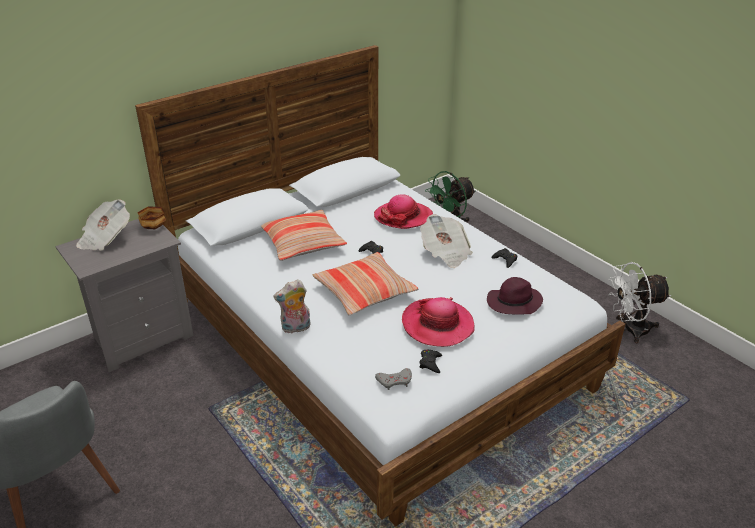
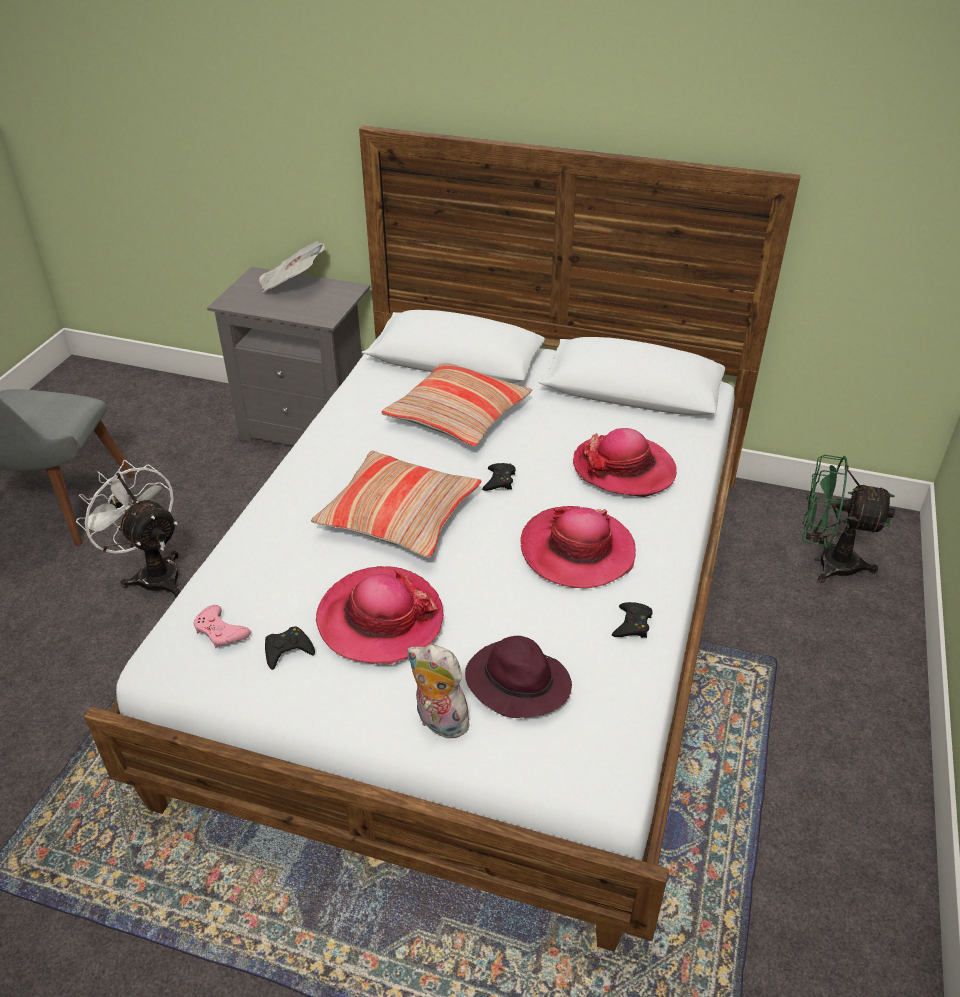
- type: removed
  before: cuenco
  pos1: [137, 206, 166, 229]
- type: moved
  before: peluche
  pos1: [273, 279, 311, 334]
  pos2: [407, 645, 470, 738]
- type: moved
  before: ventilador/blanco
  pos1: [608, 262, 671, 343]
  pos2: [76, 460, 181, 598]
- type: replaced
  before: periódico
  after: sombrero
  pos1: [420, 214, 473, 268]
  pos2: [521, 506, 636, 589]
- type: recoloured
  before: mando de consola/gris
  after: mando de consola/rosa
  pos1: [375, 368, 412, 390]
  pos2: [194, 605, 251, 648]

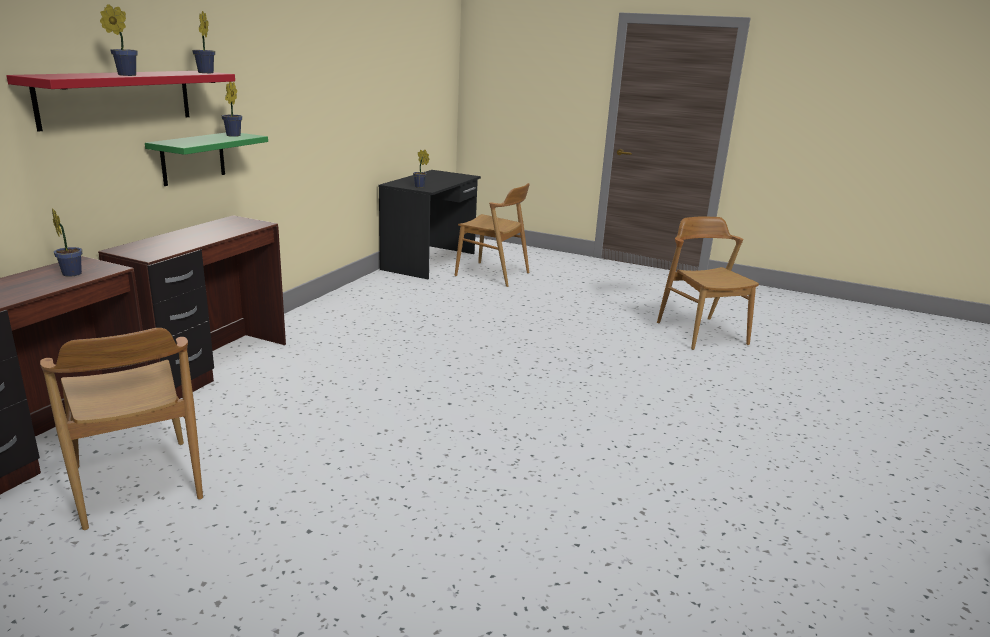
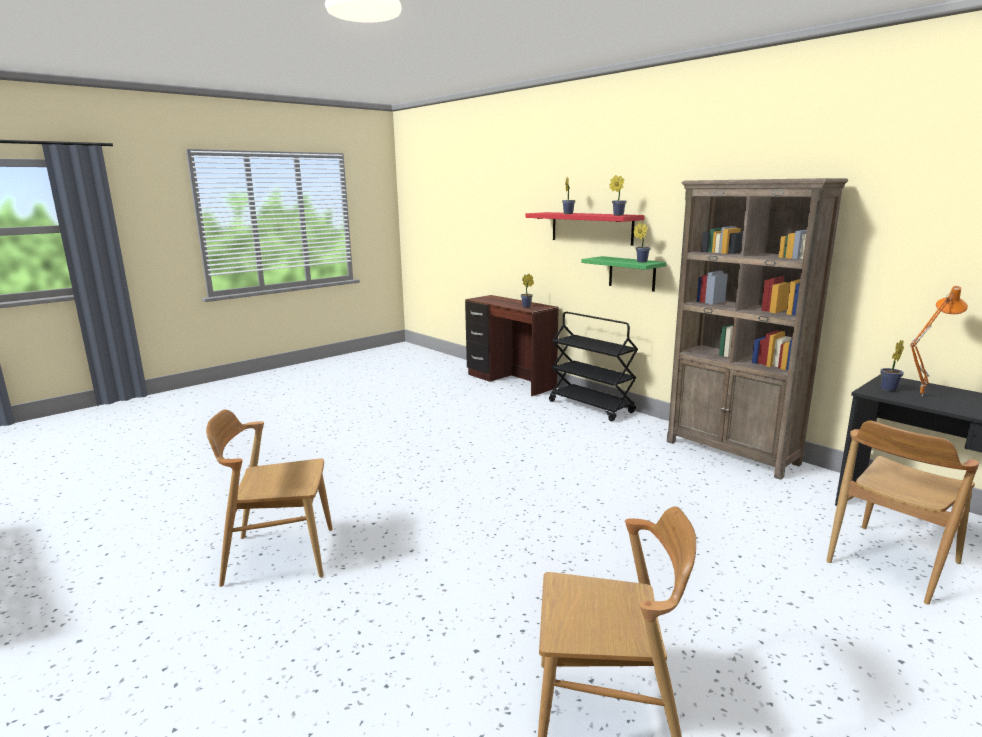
- type: added
  after: estantería/marrón
  pos2: [667, 178, 848, 480]
- type: added
  after: lámpara de mesa/naranja
  pos2: [910, 286, 968, 397]
- type: moved
  before: silla/marrón
  pos1: [40, 328, 203, 530]
  pos2: [206, 409, 333, 587]
- type: replaced
  before: escritorio/marrón
  after: carrito/negro
  pos1: [98, 215, 286, 399]
  pos2: [549, 312, 638, 421]

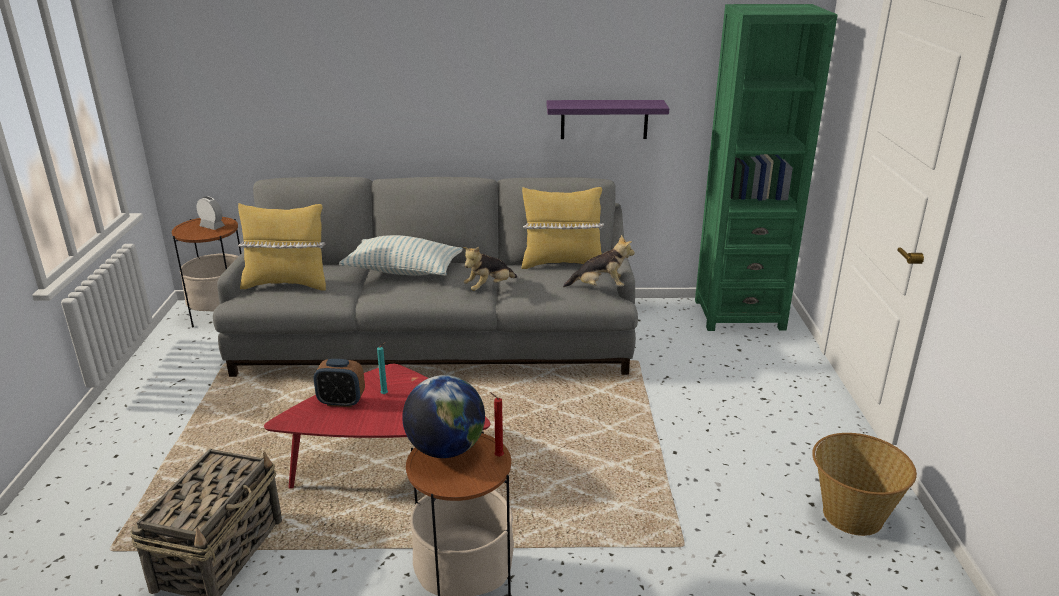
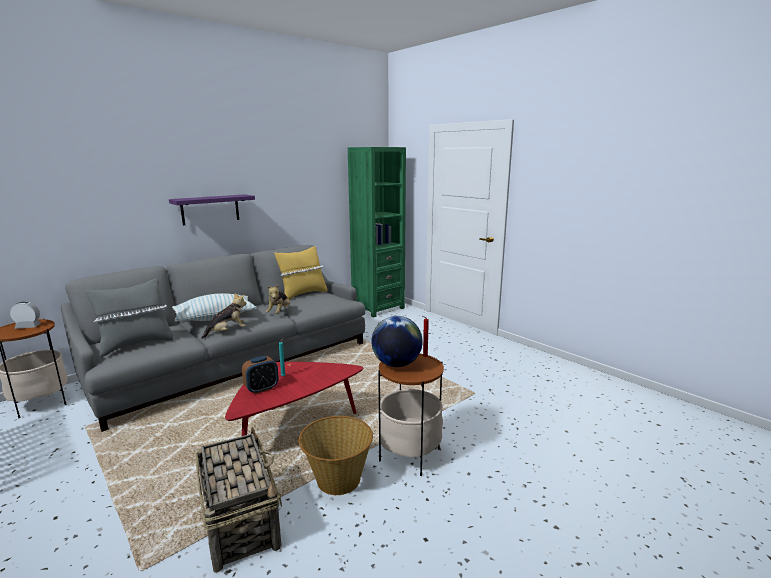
- type: moved
  before: estante/morado
  pos1: [547, 100, 669, 139]
  pos2: [169, 194, 255, 225]
- type: moved
  before: peluche
  pos1: [563, 235, 635, 287]
  pos2: [201, 293, 246, 339]
- type: moved
  before: cesta
  pos1: [812, 433, 917, 536]
  pos2: [298, 416, 373, 495]
- type: recoloured
  before: cojín/amarillo
  after: cojín/gris
  pos1: [238, 203, 326, 291]
  pos2: [86, 279, 174, 357]

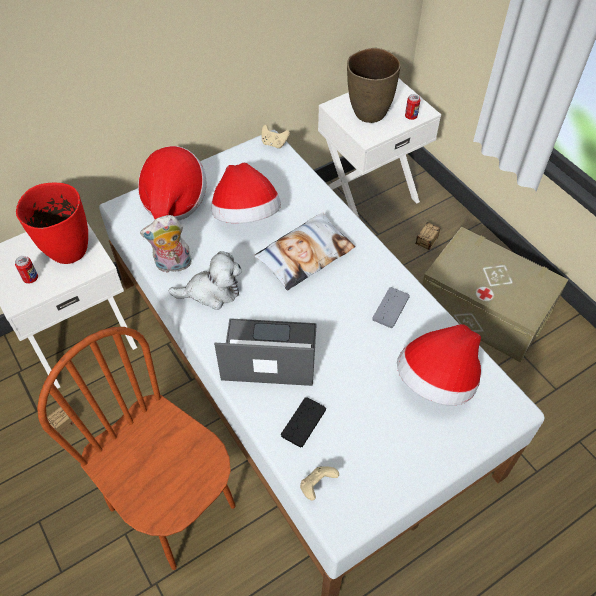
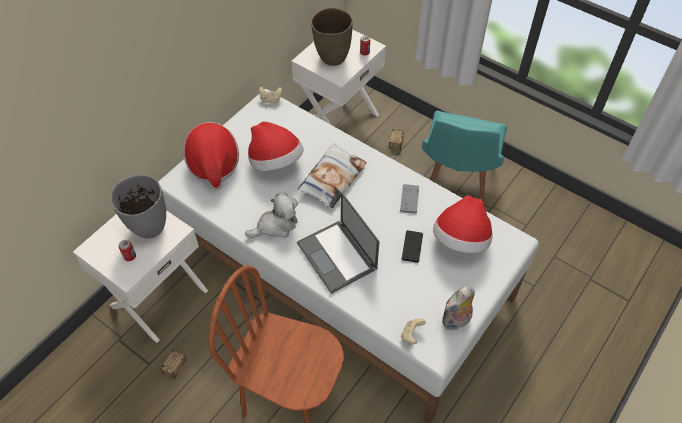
- type: moved
  before: peluche
  pos1: [140, 215, 192, 273]
  pos2: [442, 286, 475, 330]
- type: moved
  before: mando de consola/negro
  pos1: [281, 397, 326, 448]
  pos2: [402, 230, 423, 263]
- type: replaced
  before: caja de almacenaje/beis
  after: silla/turquesa
  pos1: [422, 227, 568, 362]
  pos2: [422, 111, 507, 202]
- type: recoloured
  before: florero/rojo
  after: florero/gris
  pos1: [16, 182, 88, 264]
  pos2: [110, 175, 166, 238]
- type: turned
  before: portátil
  pos1: [214, 318, 317, 386]
  pos2: [297, 192, 380, 294]
  turn: -105

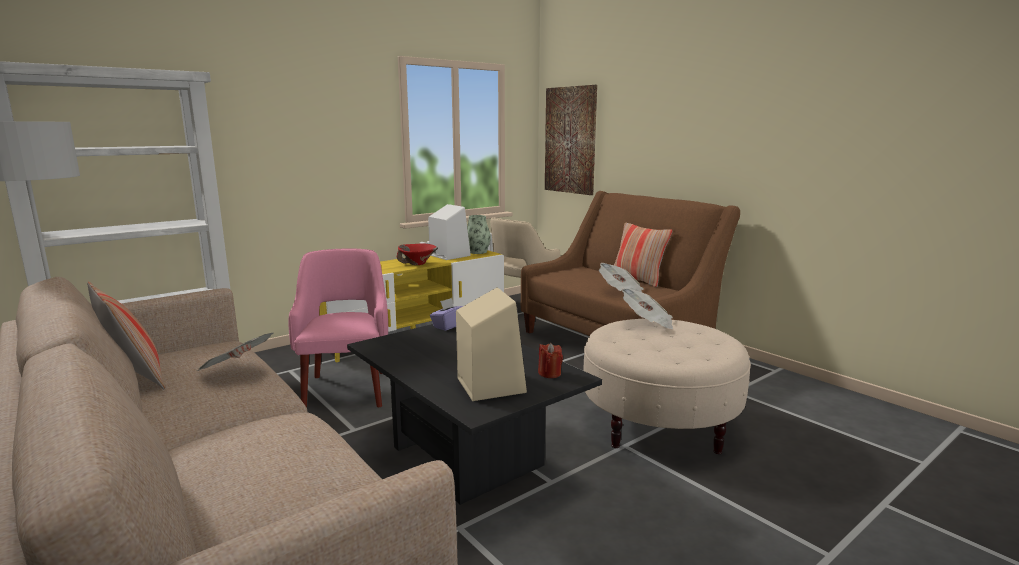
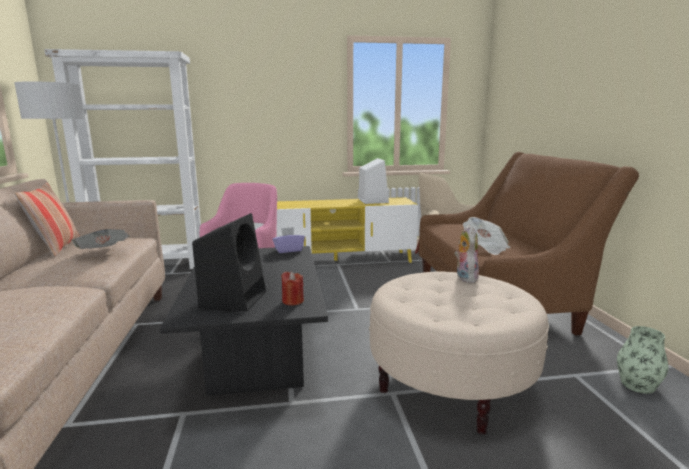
- type: removed
  before: cuenco/rojo
  pos1: [397, 243, 438, 265]
- type: removed
  before: cuadro
  pos1: [545, 85, 597, 195]
- type: removed
  before: cojín
  pos1: [614, 222, 672, 287]
- type: moved
  before: florero
  pos1: [467, 215, 491, 254]
  pos2: [617, 326, 669, 394]
- type: replaced
  before: periódico
  after: peluche
  pos1: [622, 288, 673, 330]
  pos2: [454, 224, 479, 283]
- type: recoloured
  before: altavoz/beis
  after: altavoz/negro
  pos1: [456, 287, 527, 401]
  pos2: [192, 213, 266, 312]

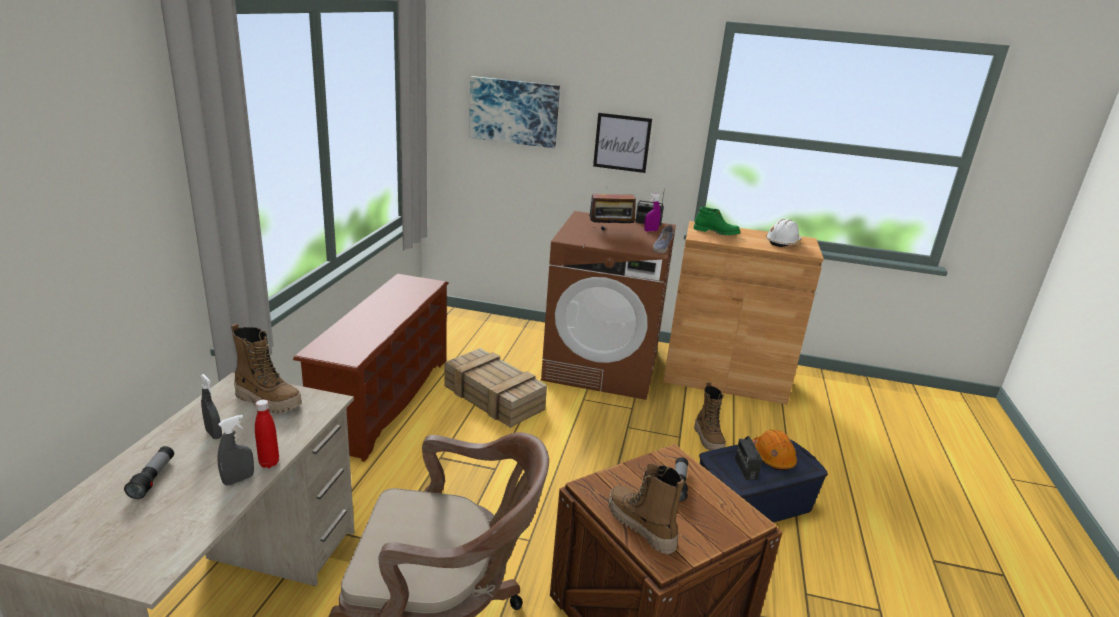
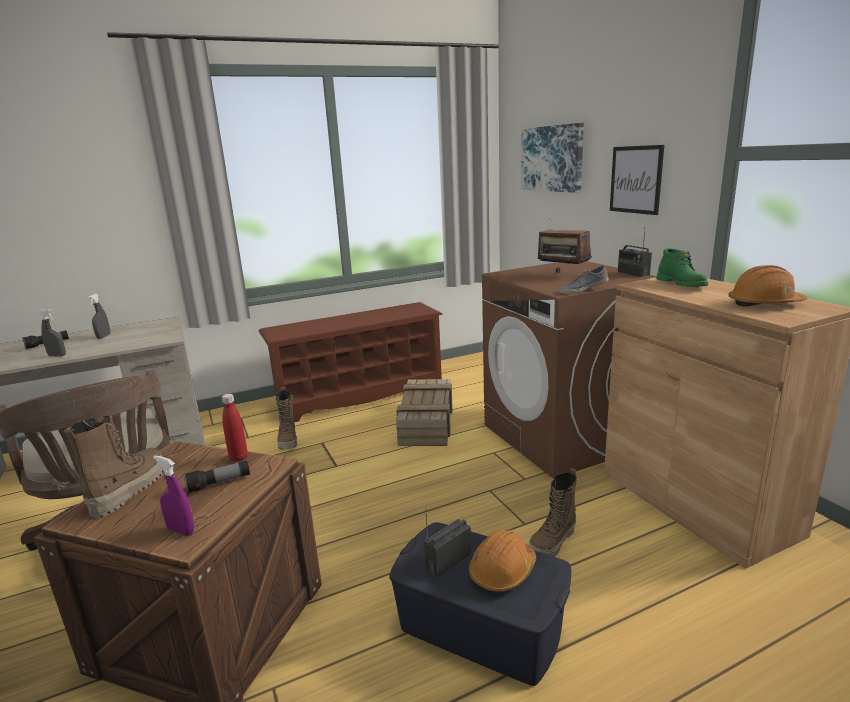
- type: moved
  before: bota
  pos1: [231, 323, 302, 413]
  pos2: [275, 387, 297, 450]
- type: moved
  before: botella/rojo
  pos1: [255, 400, 279, 468]
  pos2: [222, 394, 248, 462]
- type: moved
  before: pulverizador/morado
  pos1: [644, 193, 661, 232]
  pos2: [153, 455, 194, 536]
- type: recoloured
  before: casco/blanco
  after: casco/naranja
  pos1: [766, 219, 802, 247]
  pos2: [728, 265, 807, 307]

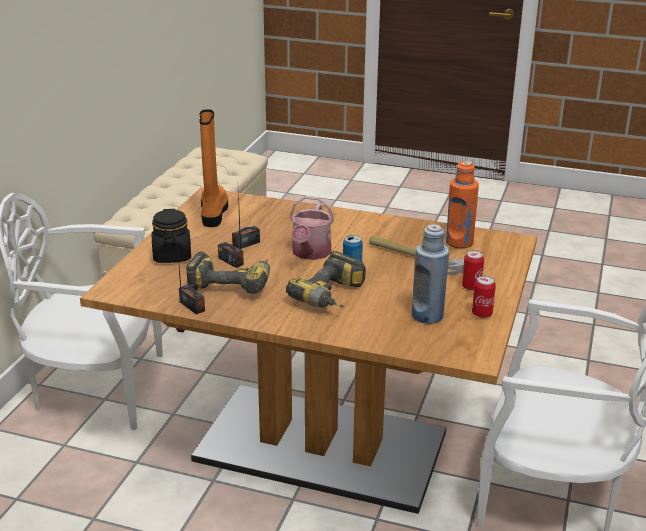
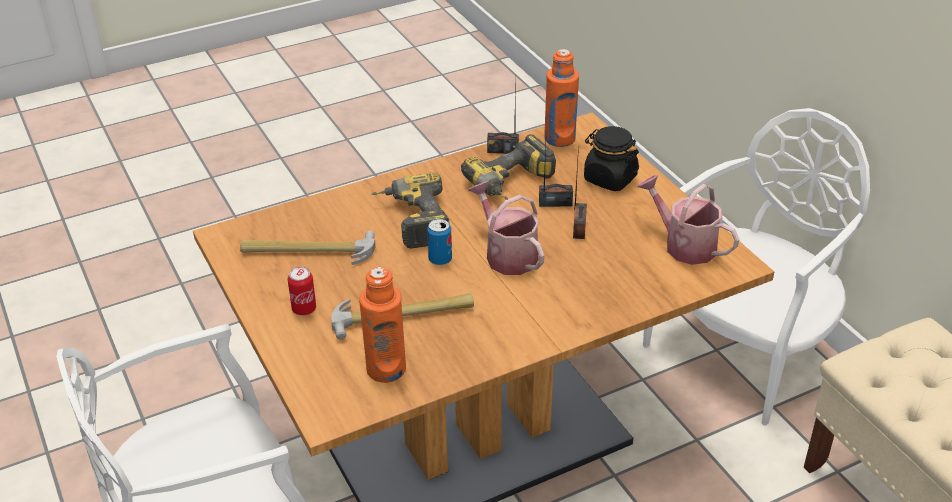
- type: removed
  before: lata
  pos1: [472, 276, 496, 318]
- type: added
  after: botella/naranja
  pos2: [544, 49, 579, 147]
- type: replaced
  before: bota/naranja
  after: regadera
  pos1: [200, 109, 228, 227]
  pos2: [637, 175, 740, 265]
- type: replaced
  before: botella/azul
  after: martillo
  pos1: [412, 224, 449, 324]
  pos2: [240, 231, 376, 265]

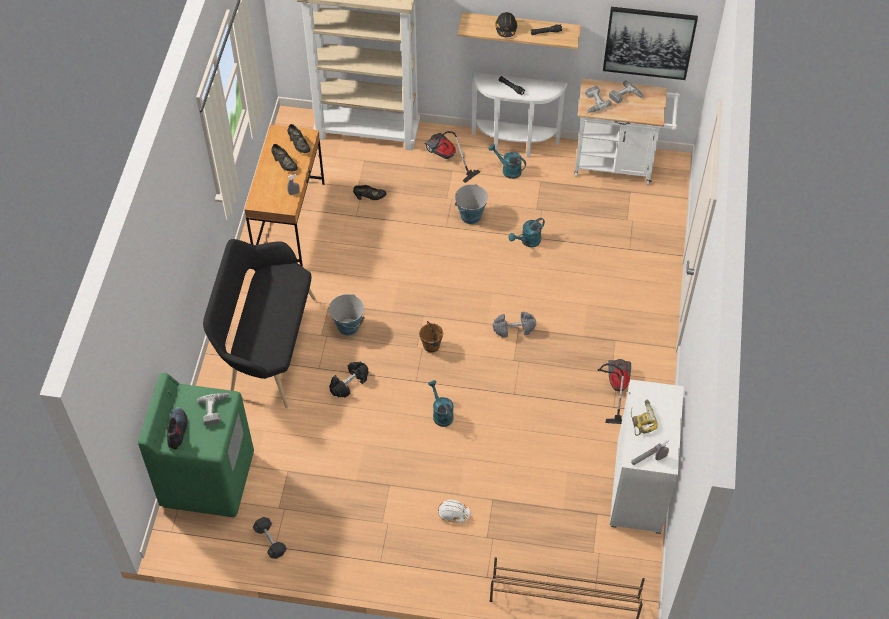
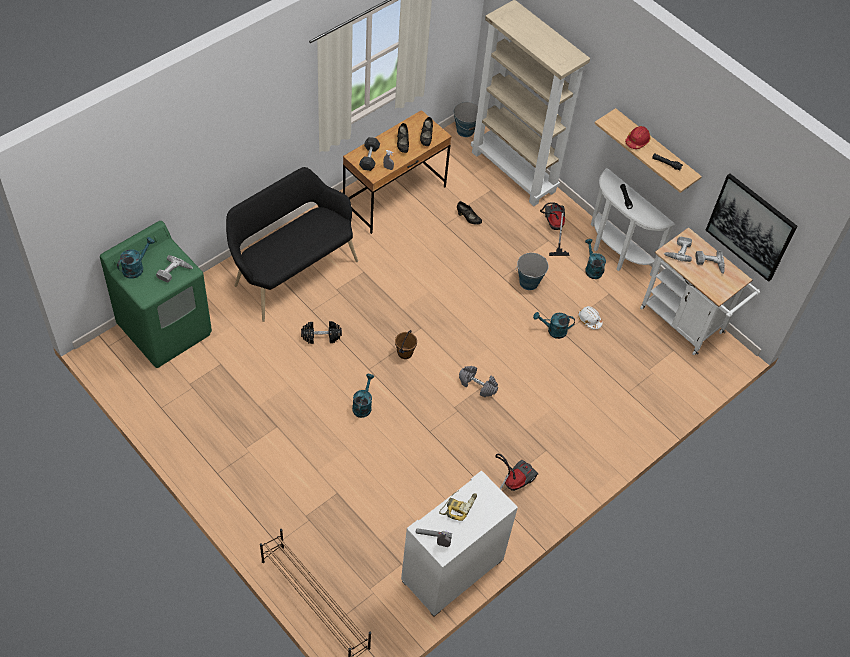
- type: moved
  before: mancuerna/gris
  pos1: [253, 517, 287, 559]
  pos2: [359, 137, 380, 171]
- type: moved
  before: cubo
  pos1: [329, 294, 365, 335]
  pos2: [454, 102, 478, 137]
- type: moved
  before: casco/blanco
  pos1: [438, 500, 470, 523]
  pos2: [578, 306, 603, 329]
- type: replaced
  before: bota
  after: regadera/turquesa
  pos1: [167, 407, 188, 450]
  pos2: [117, 237, 155, 279]
- type: recoloured
  before: casco/negro
  after: casco/rojo
  pos1: [495, 12, 517, 37]
  pos2: [625, 126, 651, 149]

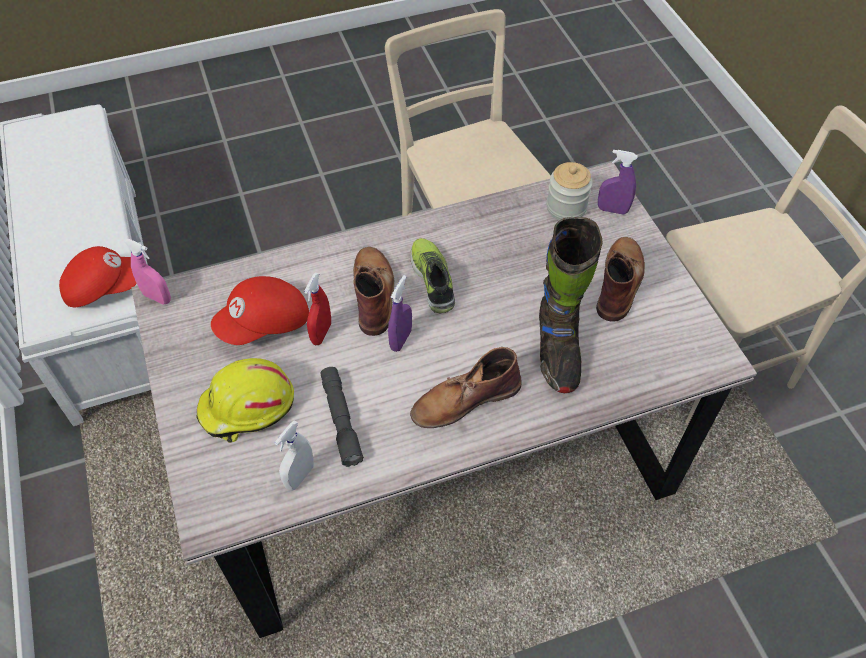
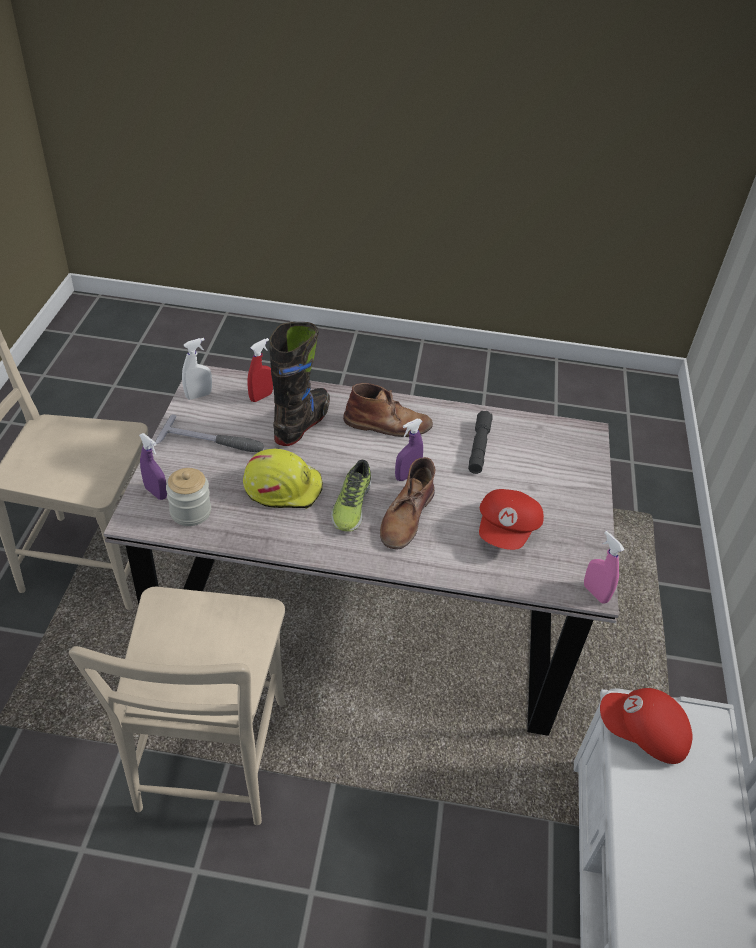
- type: moved
  before: casco/amarillo
  pos1: [196, 358, 294, 443]
  pos2: [243, 449, 323, 509]
- type: moved
  before: pulverizador/blanco
  pos1: [274, 421, 314, 491]
  pos2: [182, 338, 212, 400]
- type: moved
  before: pulverizador/rojo
  pos1: [304, 273, 331, 345]
  pos2: [247, 338, 273, 402]
- type: replaced
  before: bota/marrón
  after: martillo
  pos1: [596, 237, 645, 322]
  pos2: [155, 414, 264, 452]
- type: turned
  before: gorra/rojo
  pos1: [211, 276, 309, 345]
  pos2: [479, 489, 544, 550]
  turn: 120

